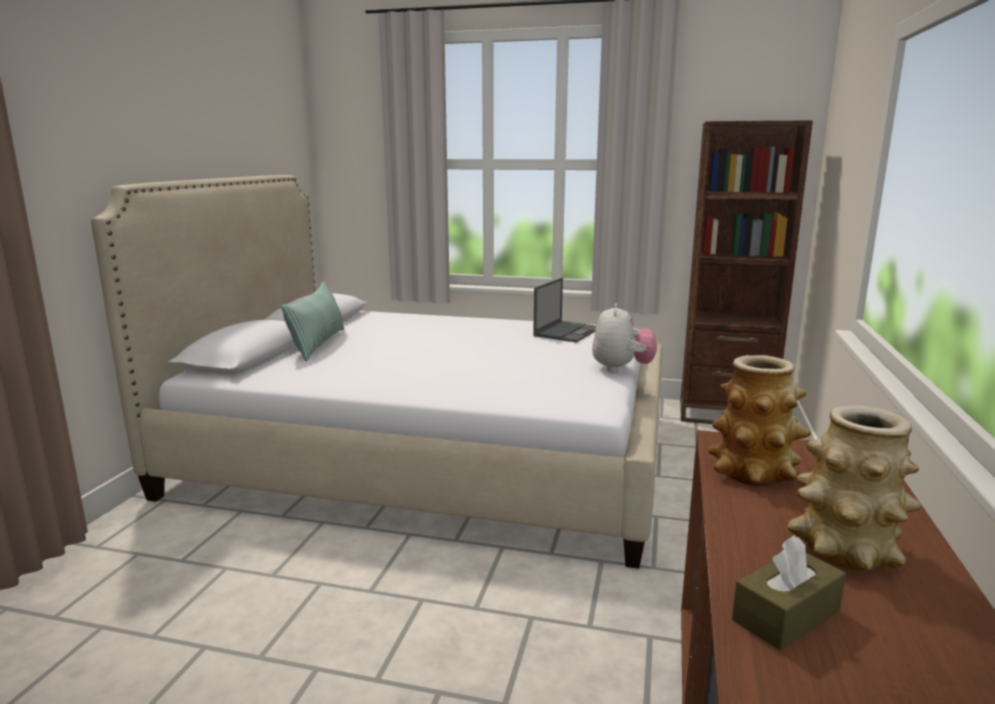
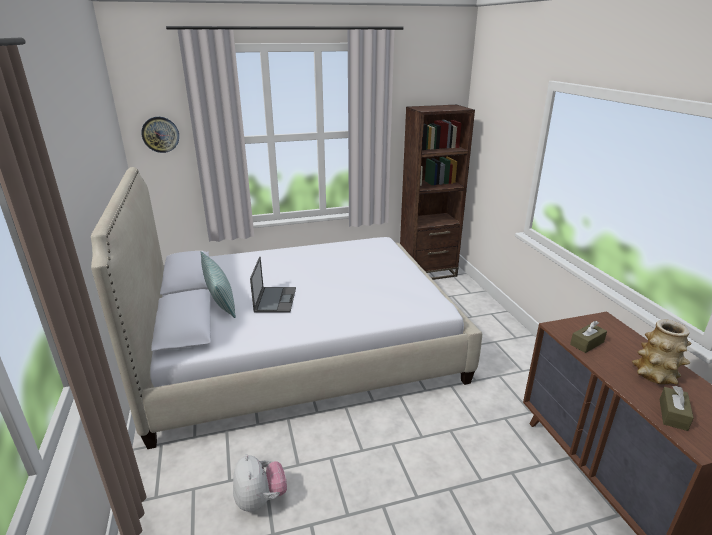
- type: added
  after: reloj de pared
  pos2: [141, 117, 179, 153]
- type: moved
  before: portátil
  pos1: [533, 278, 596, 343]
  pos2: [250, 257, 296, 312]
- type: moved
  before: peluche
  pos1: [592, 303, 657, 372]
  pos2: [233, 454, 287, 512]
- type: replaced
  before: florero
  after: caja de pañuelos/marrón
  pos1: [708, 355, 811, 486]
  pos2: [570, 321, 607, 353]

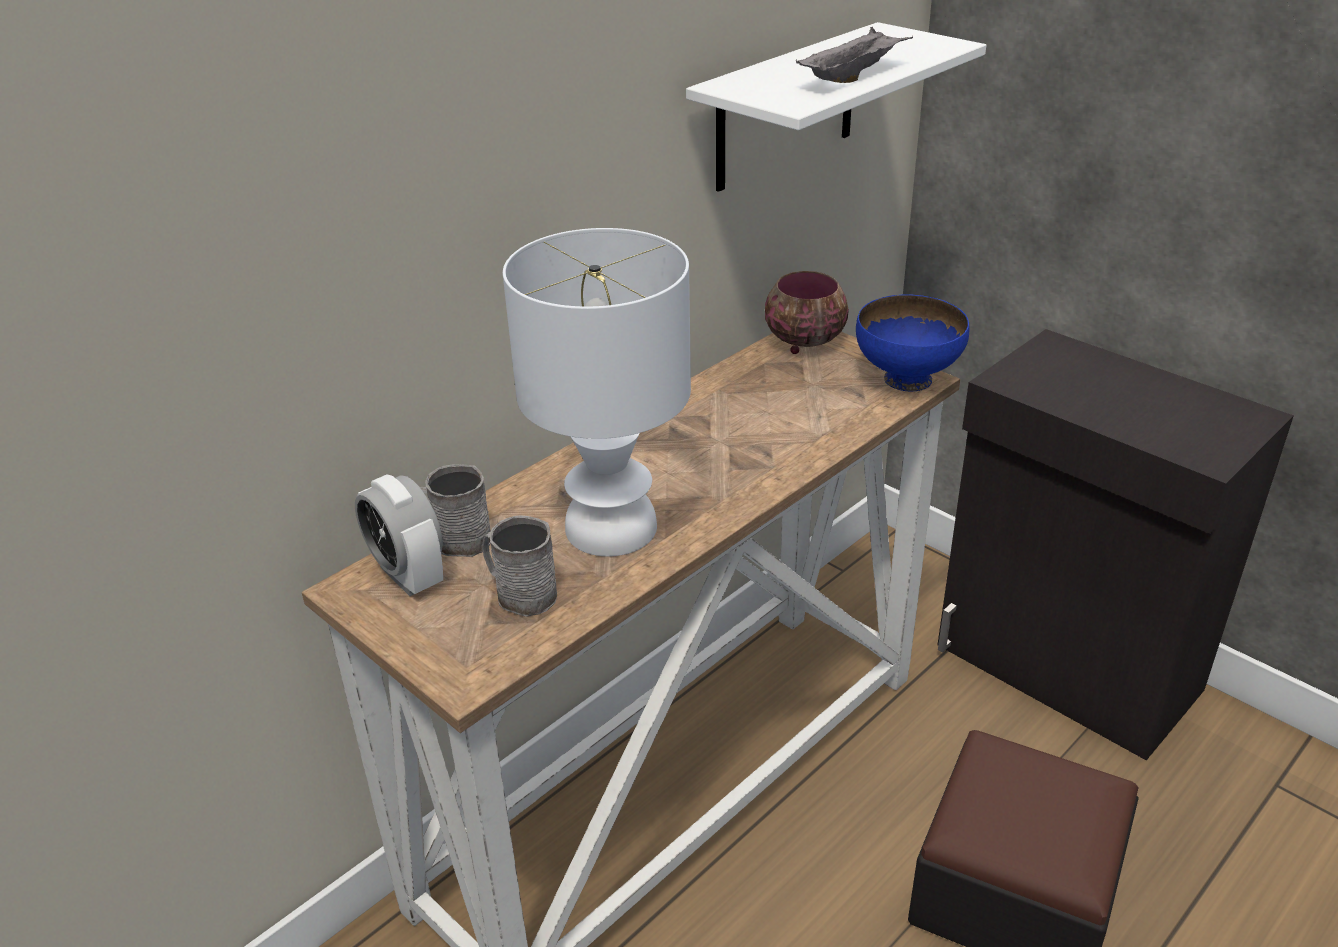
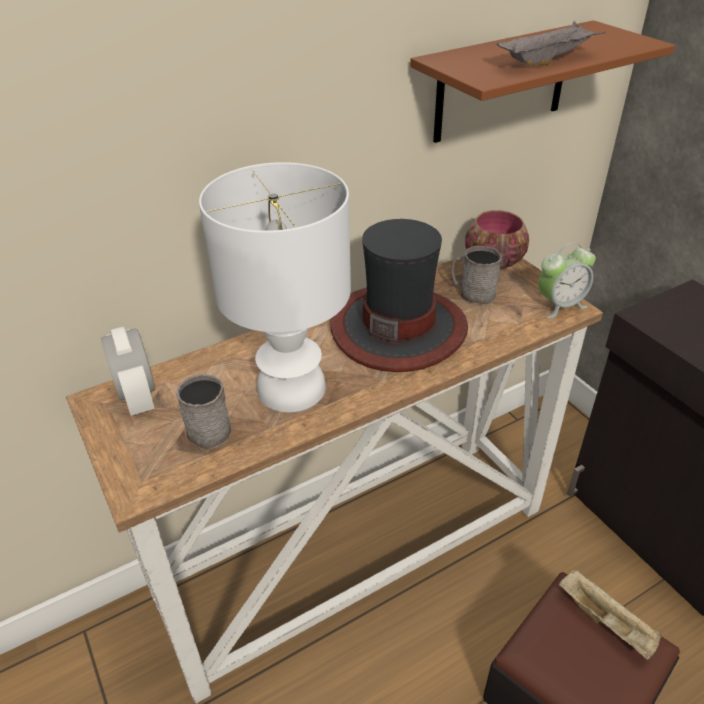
- type: added
  after: sombrero
  pos2: [330, 219, 468, 372]
- type: added
  after: bandeja/beis
  pos2: [559, 570, 662, 660]
- type: moved
  before: taza grande/gris
  pos1: [420, 465, 491, 557]
  pos2: [451, 246, 502, 305]
- type: replaced
  before: cuenco/azul
  after: despertador
  pos1: [856, 294, 970, 391]
  pos2: [538, 242, 596, 318]
- type: recoloured
  before: estante/blanco
  after: estante/marrón
  pos1: [686, 22, 986, 192]
  pos2: [410, 20, 675, 143]

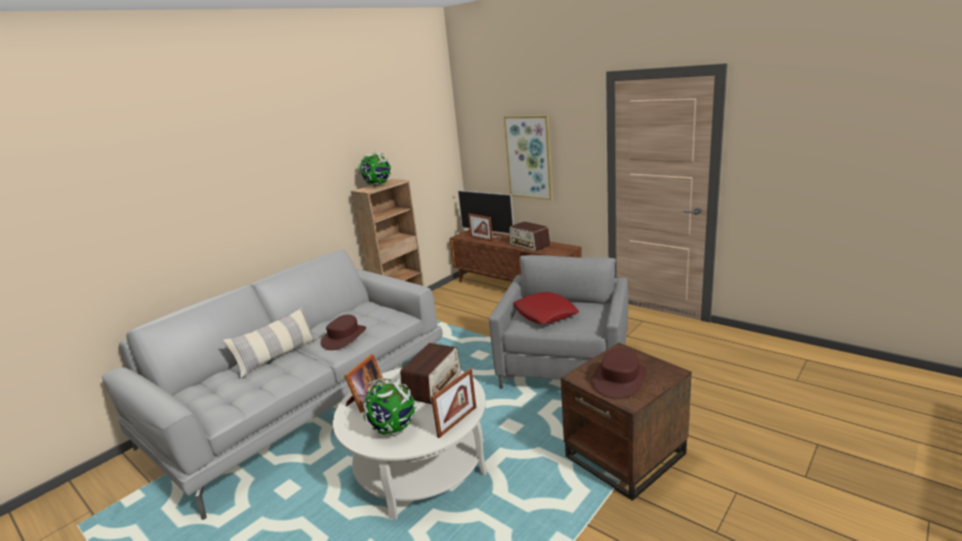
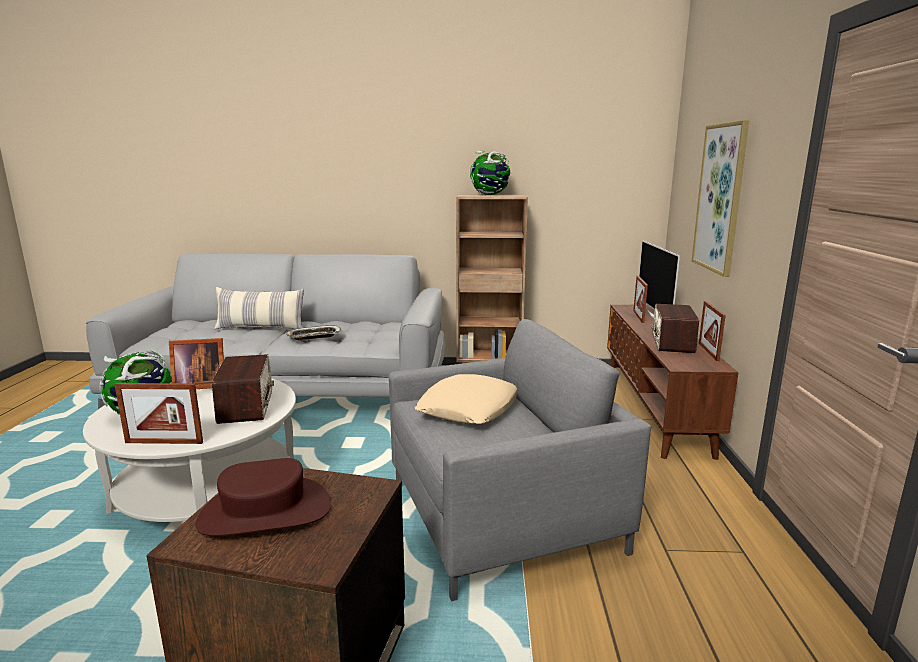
- type: added
  after: portarretratos
  pos2: [699, 301, 726, 361]
- type: replaced
  before: sombrero/marrón
  after: bandeja
  pos1: [321, 315, 366, 350]
  pos2: [286, 325, 343, 340]
- type: recoloured
  before: cojín/rojo
  after: cojín/beis
  pos1: [513, 292, 579, 324]
  pos2: [415, 374, 517, 424]
- type: turned
  before: radio
  pos1: [400, 343, 461, 404]
  pos2: [212, 354, 274, 424]
  turn: -90

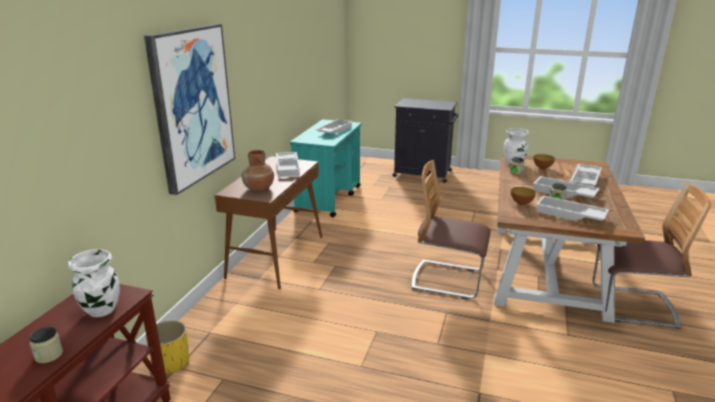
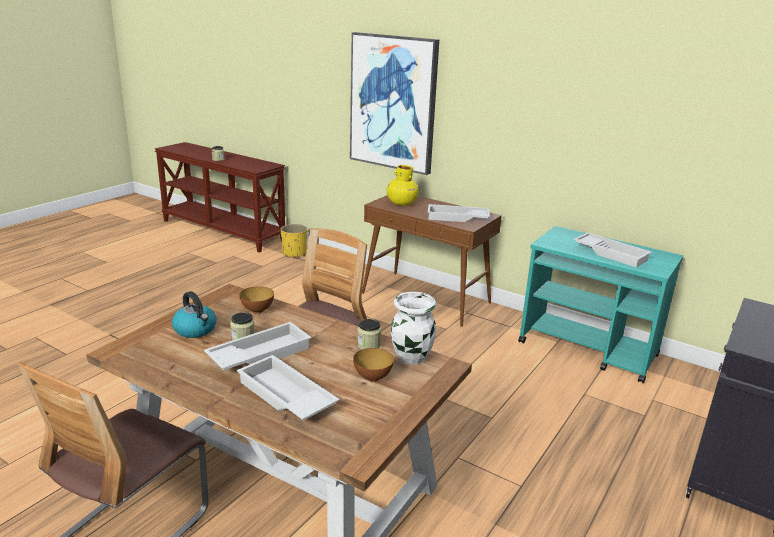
- type: removed
  before: florero/blanco
  pos1: [68, 249, 120, 317]
- type: replaced
  before: bandeja/blanco
  after: hervidor
  pos1: [536, 196, 609, 221]
  pos2: [172, 291, 217, 338]
- type: recoloured
  before: florero/marrón
  after: florero/amarillo
  pos1: [242, 150, 274, 191]
  pos2: [387, 165, 418, 206]

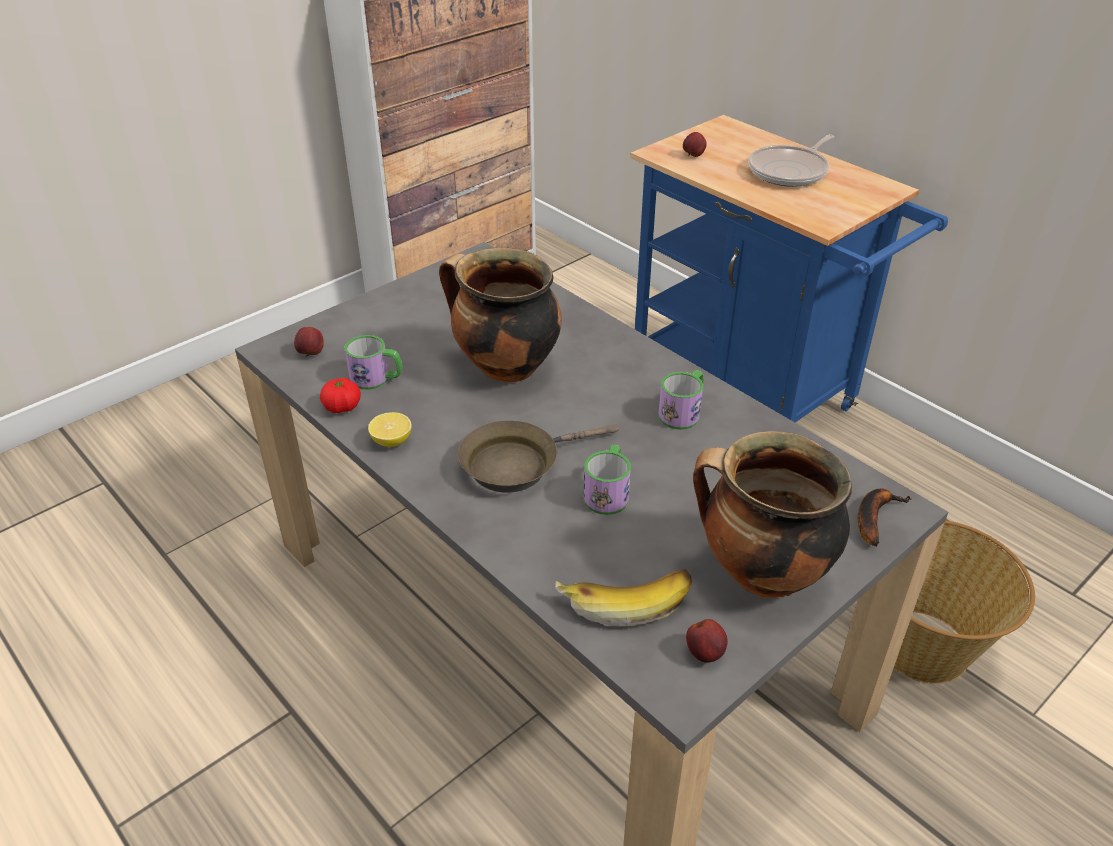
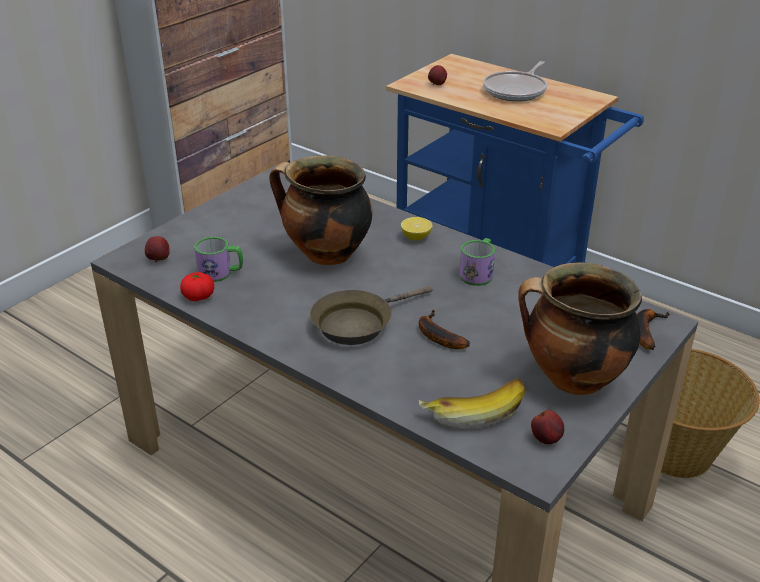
- type: moved
  before: limón
  pos1: [368, 412, 412, 447]
  pos2: [401, 217, 432, 241]
- type: replaced
  before: taza grande
  after: plátano
  pos1: [584, 445, 631, 515]
  pos2: [419, 310, 470, 350]

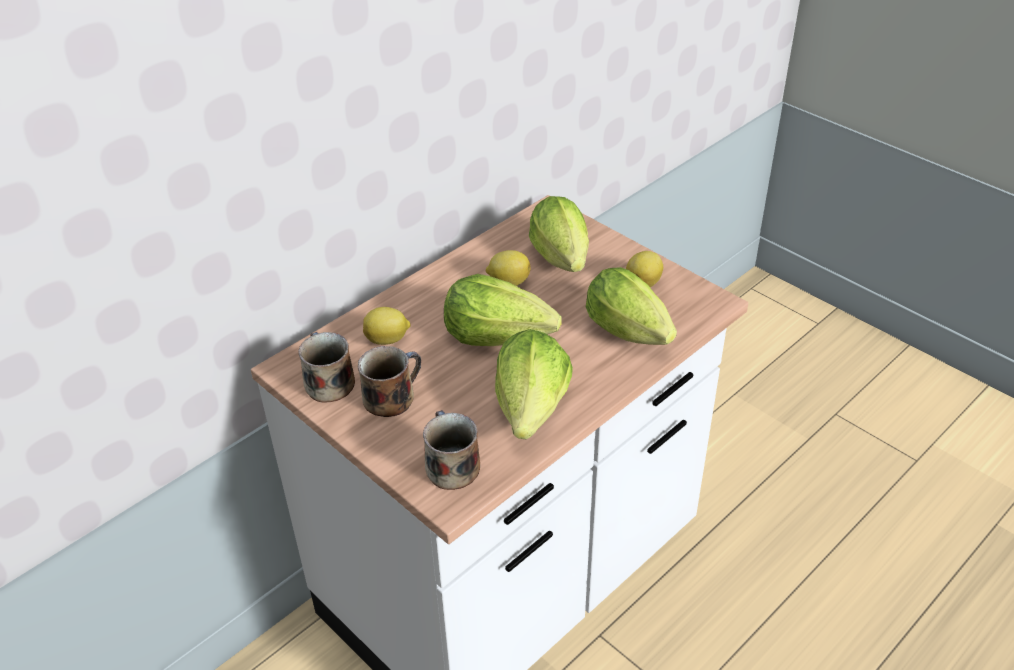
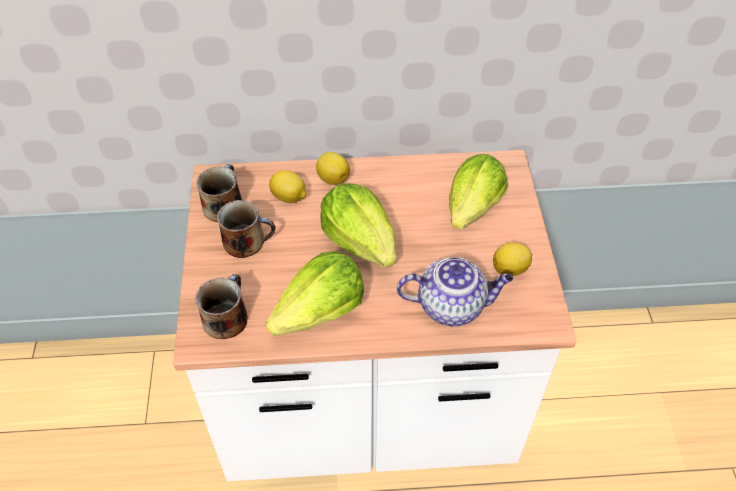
- type: moved
  before: limón
  pos1: [486, 250, 531, 286]
  pos2: [316, 152, 350, 185]
- type: replaced
  before: lechuga
  after: tetera
  pos1: [586, 267, 677, 345]
  pos2: [397, 257, 513, 326]

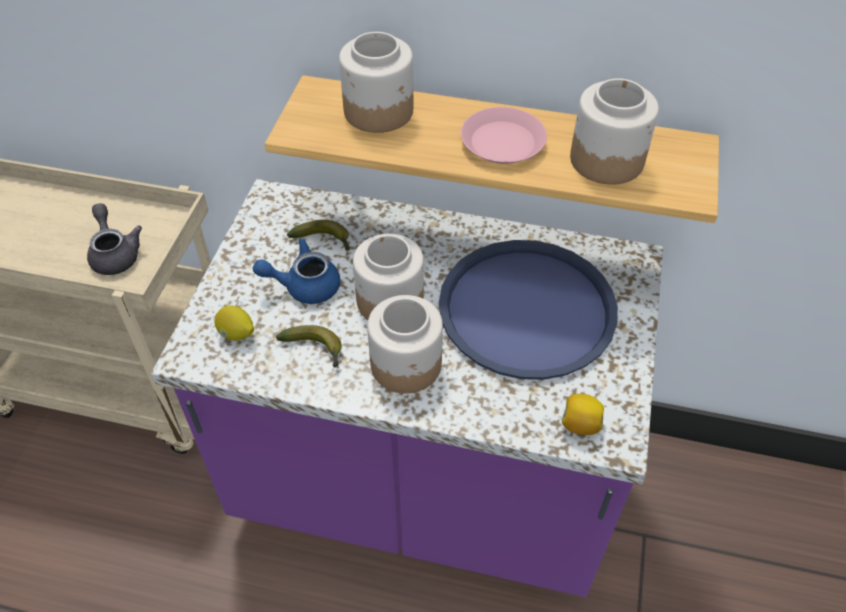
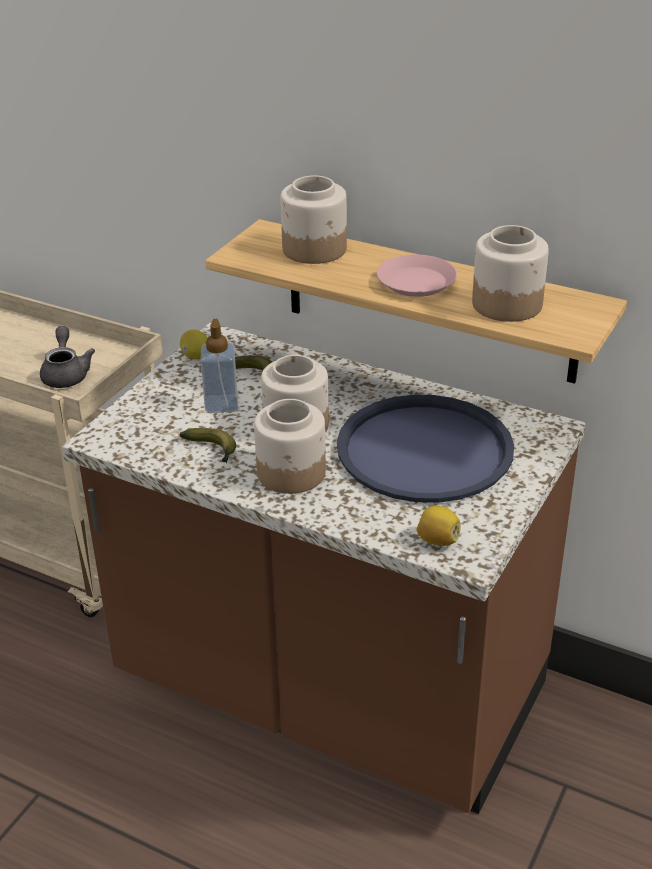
- type: moved
  before: limón
  pos1: [214, 305, 254, 341]
  pos2: [180, 329, 208, 359]
- type: replaced
  before: tetera/azul
  after: dispensador de jabón
  pos1: [253, 238, 341, 304]
  pos2: [201, 319, 238, 413]
- type: recoloured
  before: mueble bajo de cocina/morado
  after: mueble bajo de cocina/marrón
  pos1: [151, 179, 663, 597]
  pos2: [62, 323, 585, 814]

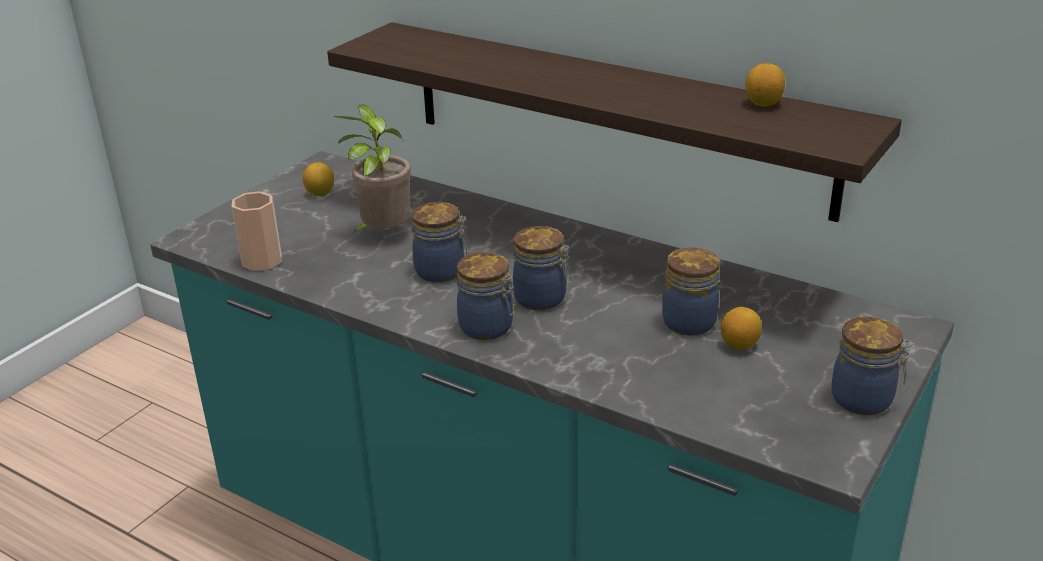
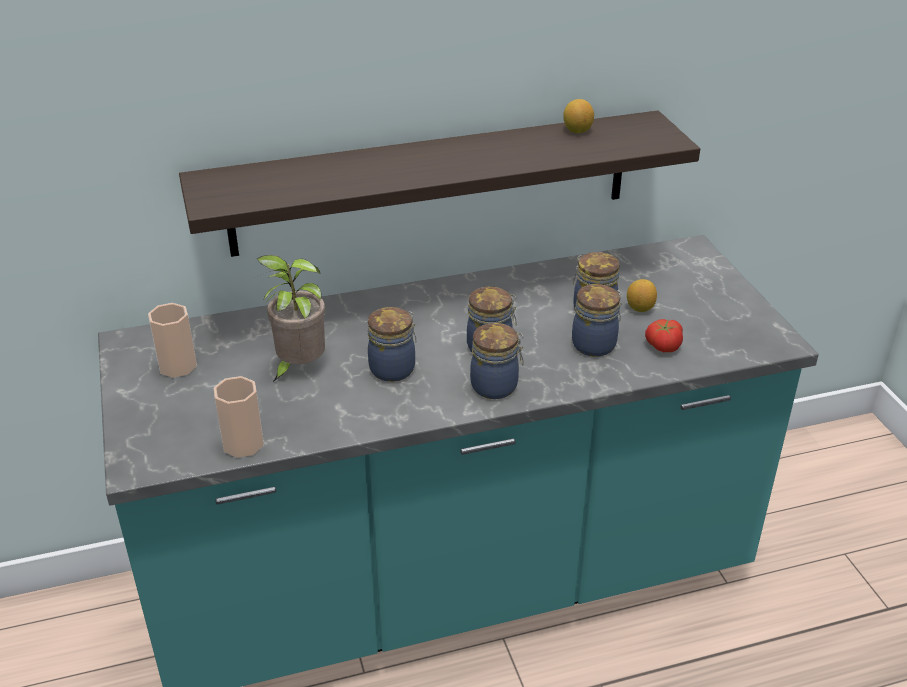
- type: added
  after: tomate
  pos2: [645, 319, 683, 352]
- type: moved
  before: tarro
  pos1: [831, 317, 911, 415]
  pos2: [572, 284, 622, 357]
- type: replaced
  before: limón
  after: taza
  pos1: [303, 162, 334, 196]
  pos2: [148, 303, 197, 378]

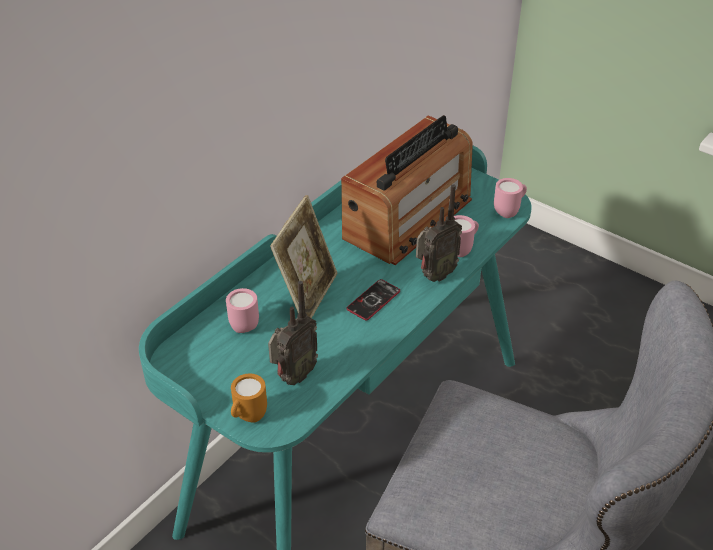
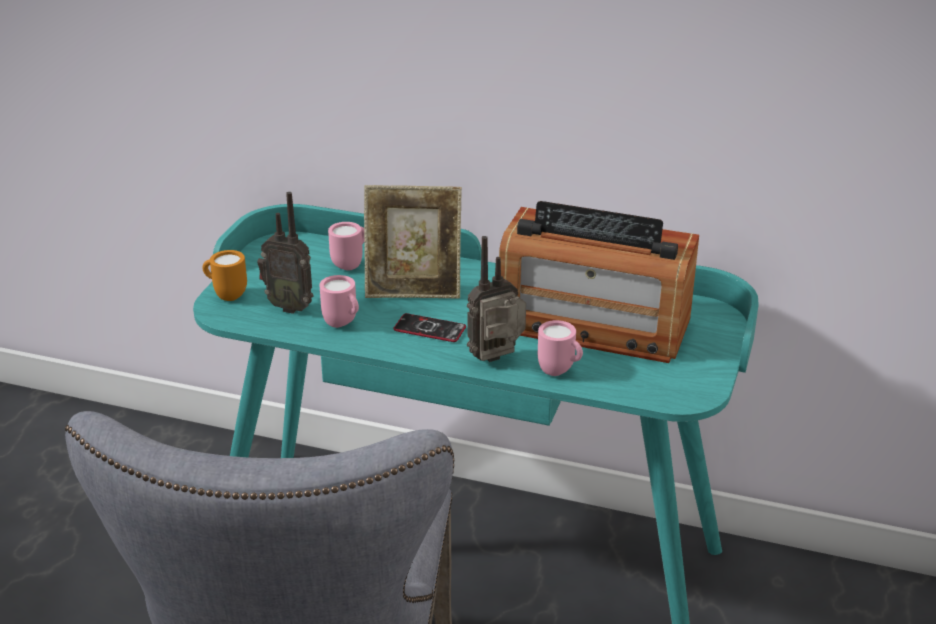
- type: moved
  before: taza grande/rosa
  pos1: [494, 178, 527, 218]
  pos2: [319, 275, 359, 328]
- type: turned
  before: radio
  pos1: [416, 185, 462, 282]
  pos2: [467, 236, 526, 362]
  turn: 120

